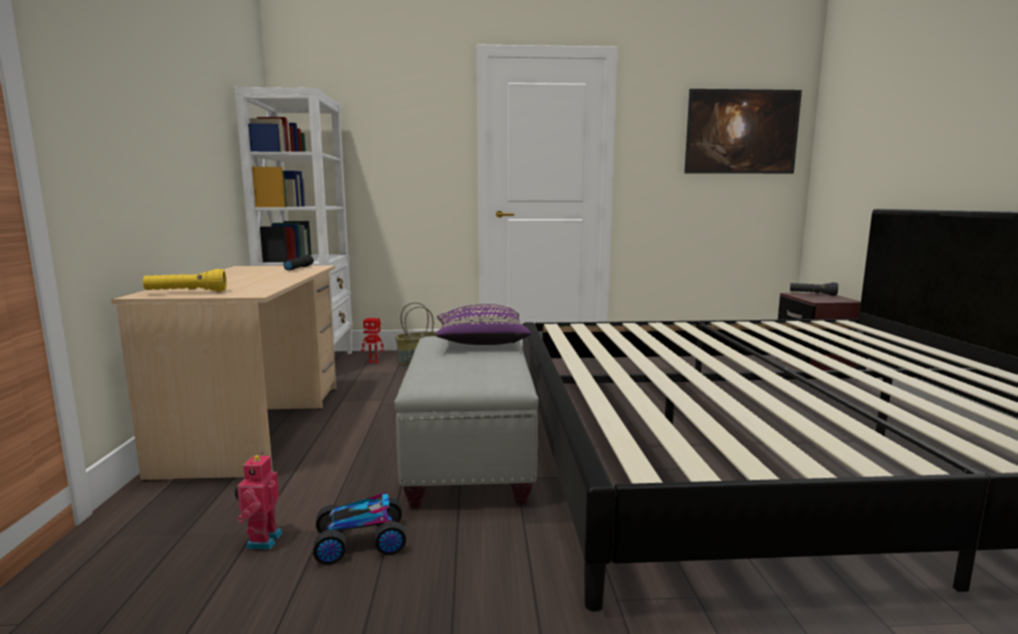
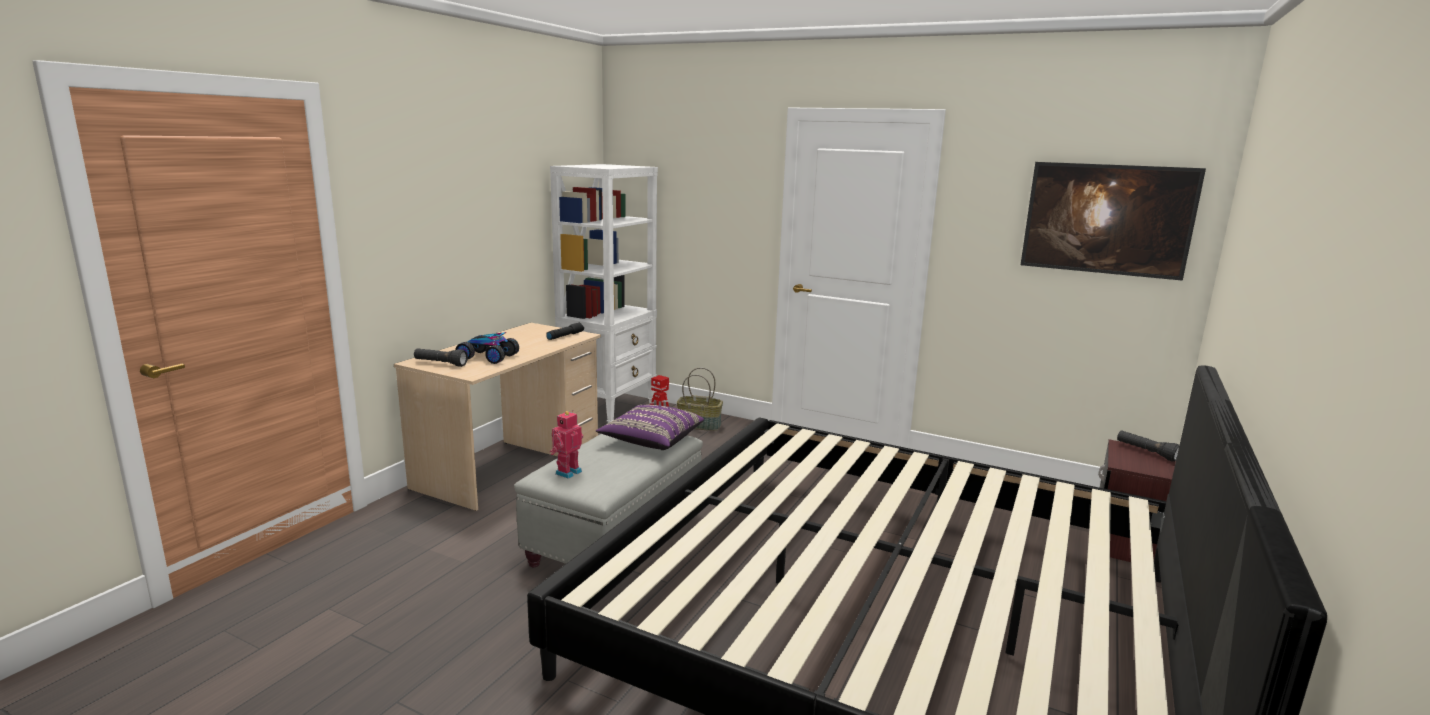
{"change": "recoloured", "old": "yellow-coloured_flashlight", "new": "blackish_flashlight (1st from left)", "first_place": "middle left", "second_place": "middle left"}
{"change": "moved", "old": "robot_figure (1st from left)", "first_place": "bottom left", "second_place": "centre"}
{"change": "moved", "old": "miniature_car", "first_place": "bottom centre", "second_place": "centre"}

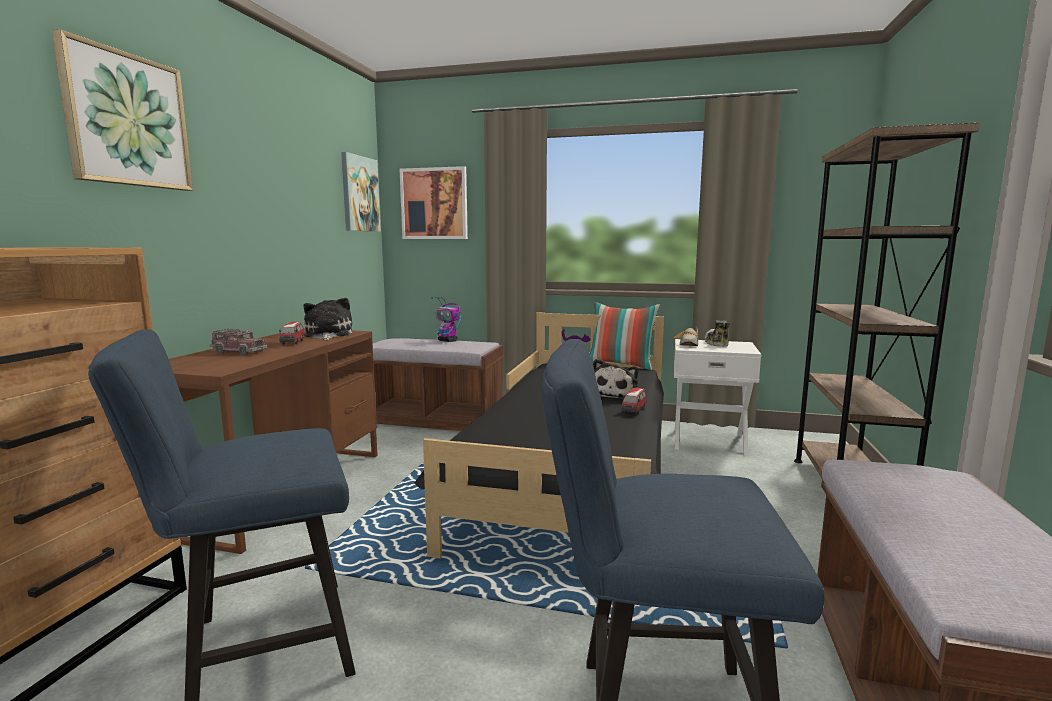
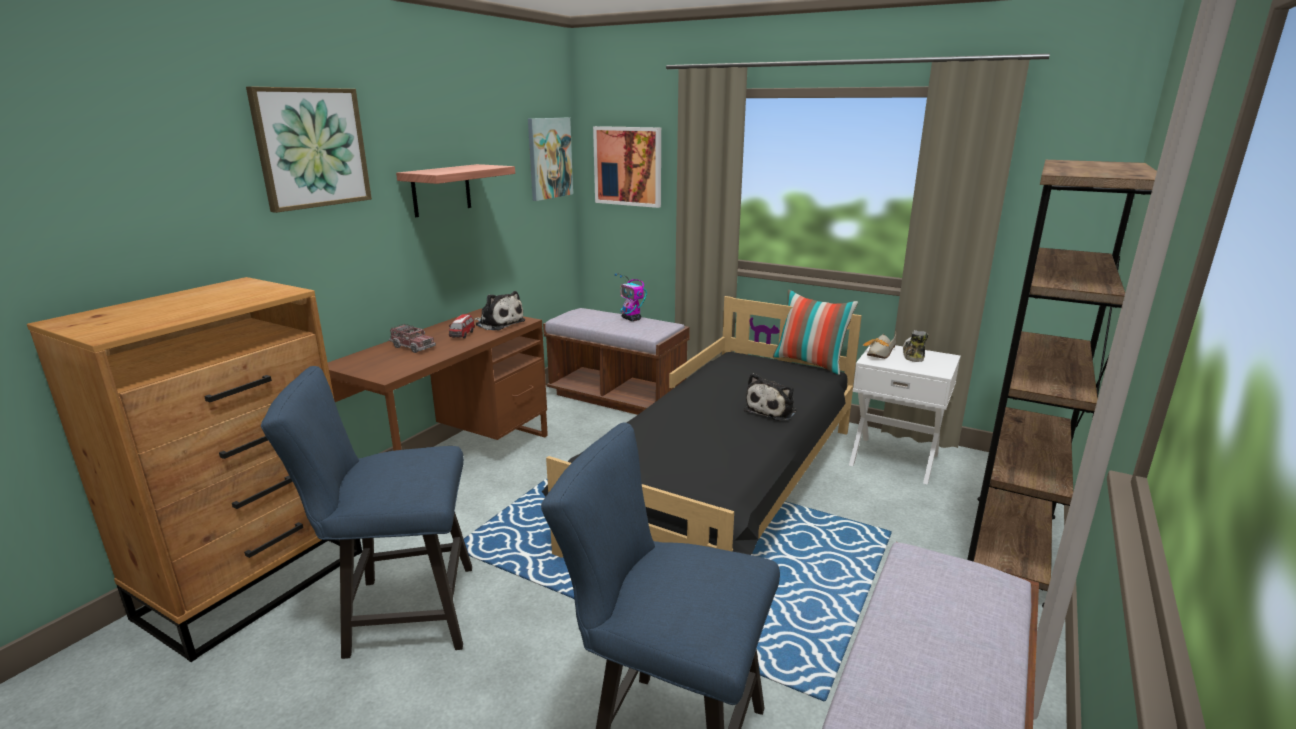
{"change": "turned", "old": "soft_toy (1st from left)", "first_place": "middle left", "second_place": "centre", "degrees": 120}
{"change": "removed", "old": "miniature_car (2nd from left)", "first_place": "centre"}
{"change": "added", "new": "shelf", "second_place": "top centre"}

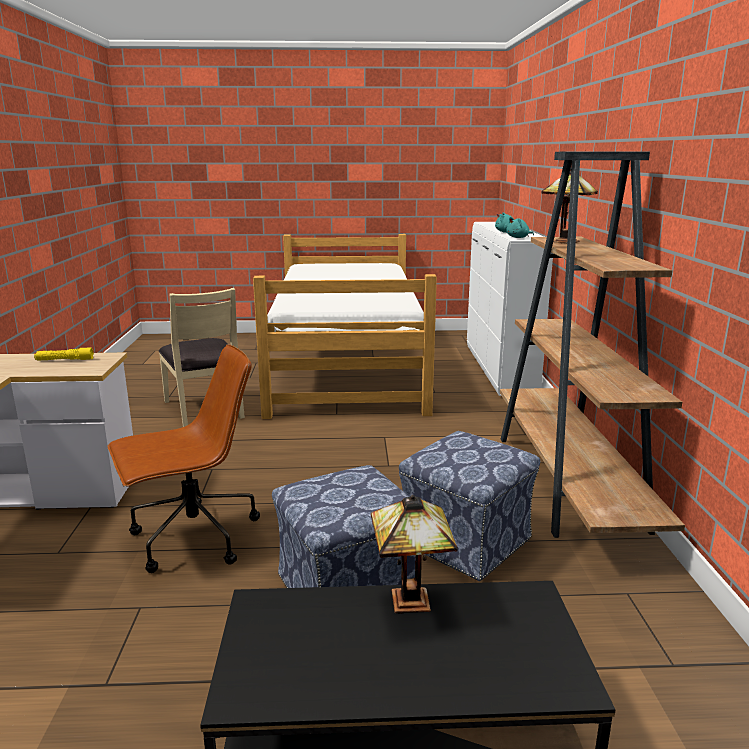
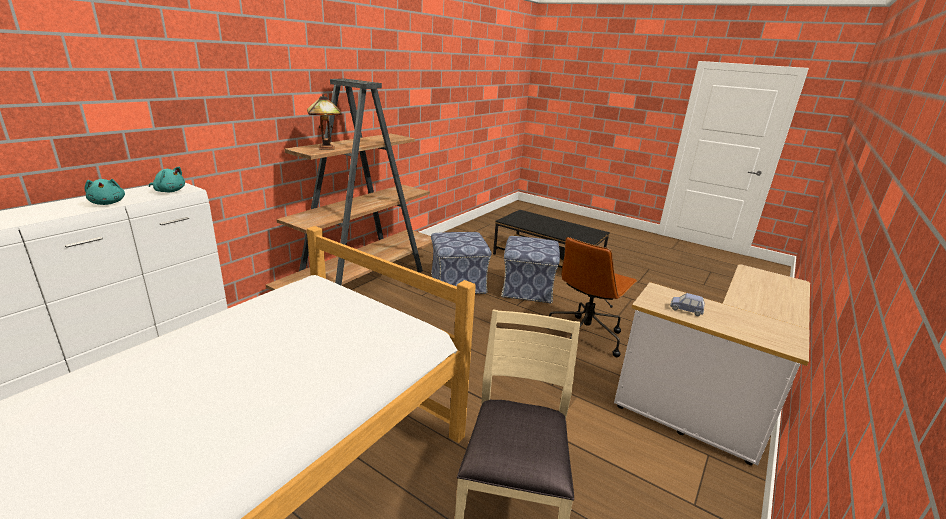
{"change": "turned", "old": "brown-coloured_office_chair", "first_place": "middle left", "second_place": "centre", "degrees": -60}
{"change": "replaced", "old": "yellow-coloured_flashlight", "new": "bluish_miniature_car", "first_place": "middle left", "second_place": "middle right"}
{"change": "removed", "old": "table_lamp (1st from left)", "first_place": "bottom centre"}

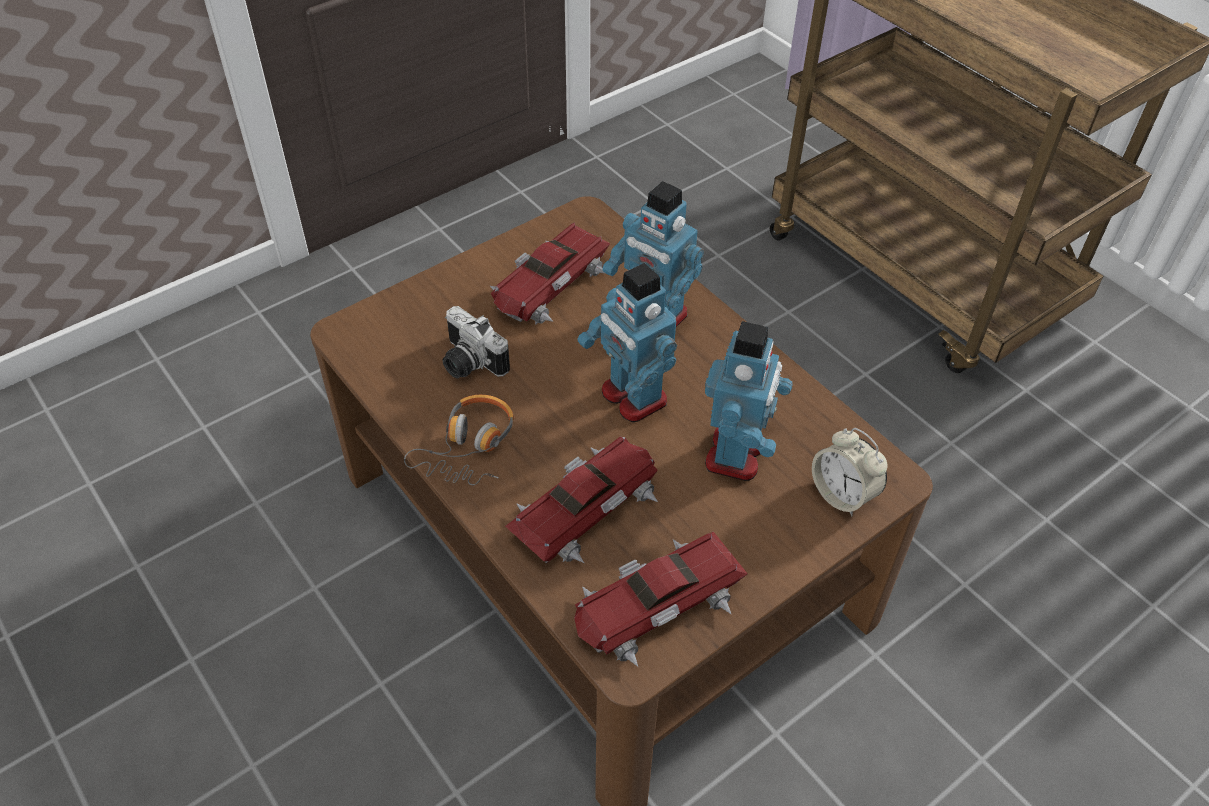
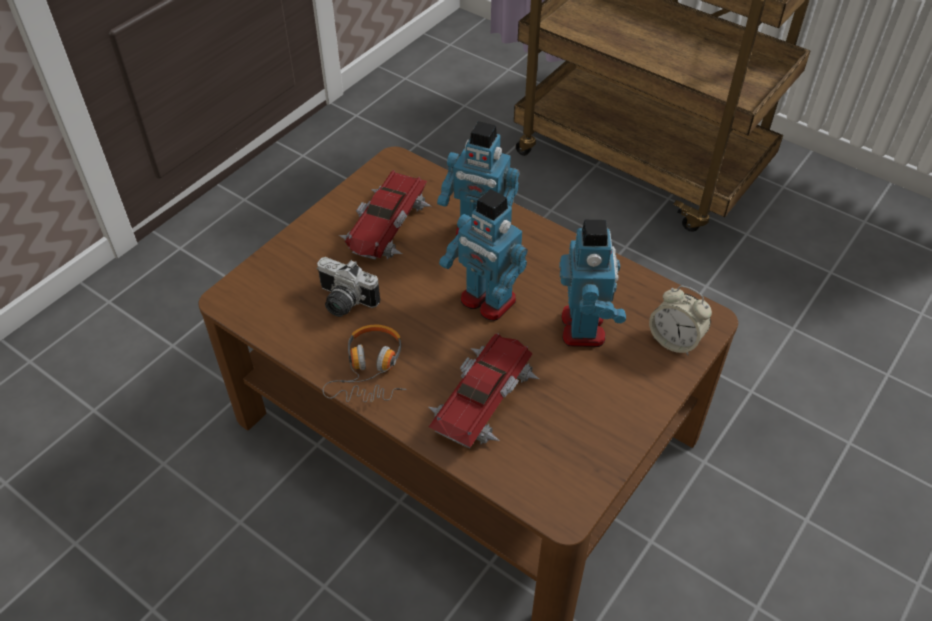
{"change": "removed", "old": "miniature_car (3rd from left)", "first_place": "bottom centre"}

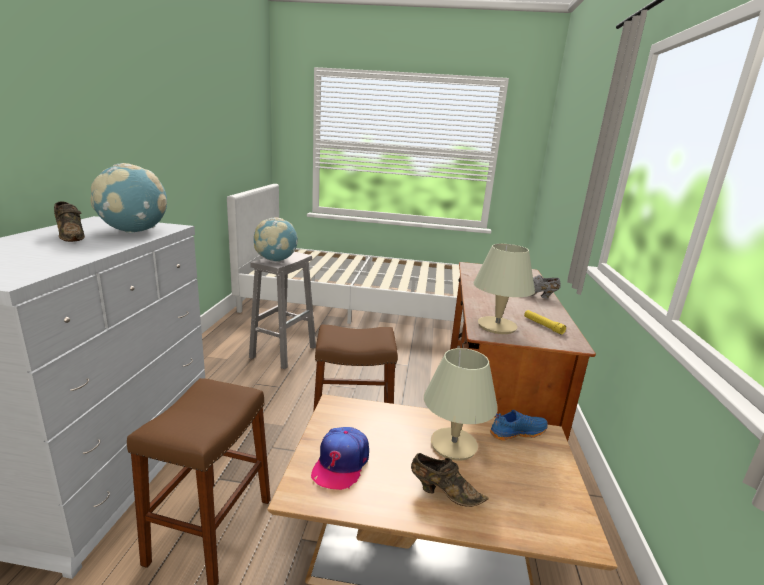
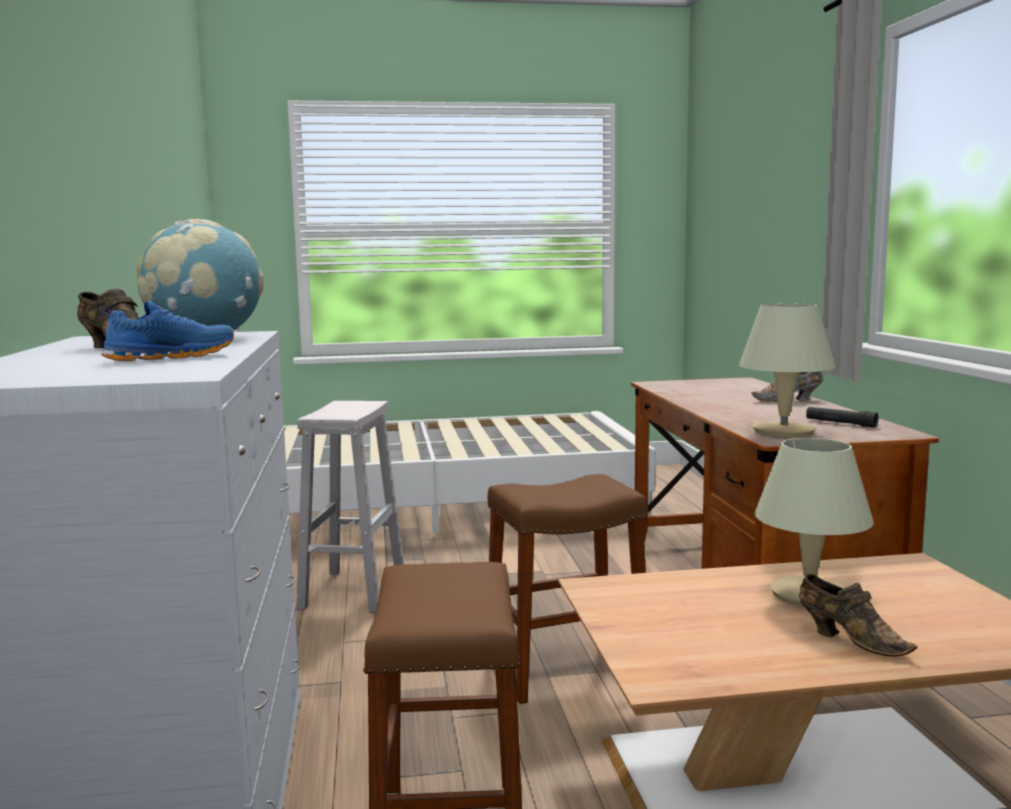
{"change": "removed", "old": "globe (2nd from left)", "first_place": "centre"}
{"change": "recoloured", "old": "yellow-coloured_flashlight", "new": "blackish_flashlight", "first_place": "middle right", "second_place": "middle right"}
{"change": "moved", "old": "bluish_shoe", "first_place": "bottom right", "second_place": "middle left"}
{"change": "removed", "old": "peaked_cap", "first_place": "bottom centre"}
{"change": "turned", "old": "brown-coloured_shoe (2nd from left)", "first_place": "bottom centre", "second_place": "bottom right", "degrees": 45}

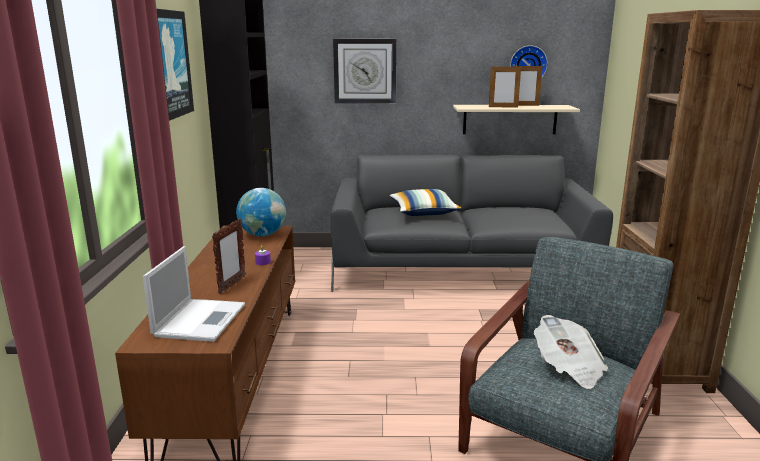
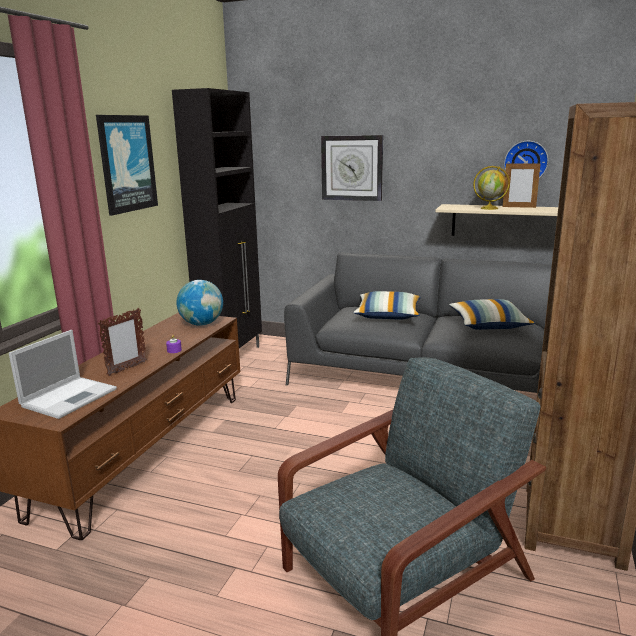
{"change": "replaced", "old": "picture_frame (2nd from left)", "new": "globe (2nd from left)", "first_place": "top centre", "second_place": "top right"}
{"change": "removed", "old": "daily_paper", "first_place": "bottom right"}
{"change": "added", "new": "cushion (2nd from left)", "second_place": "middle right"}

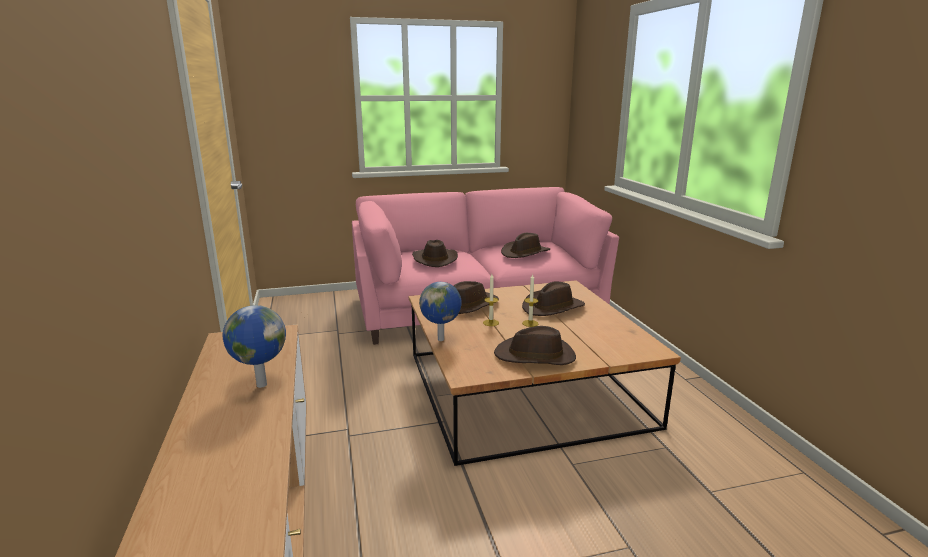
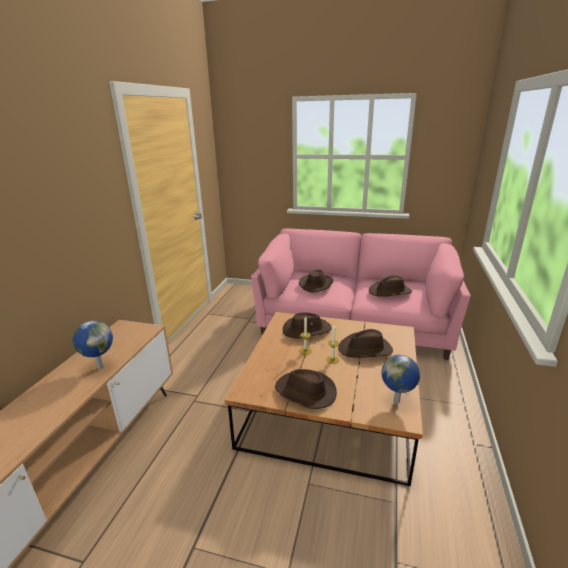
{"change": "moved", "old": "globe (2nd from left)", "first_place": "centre", "second_place": "bottom right"}

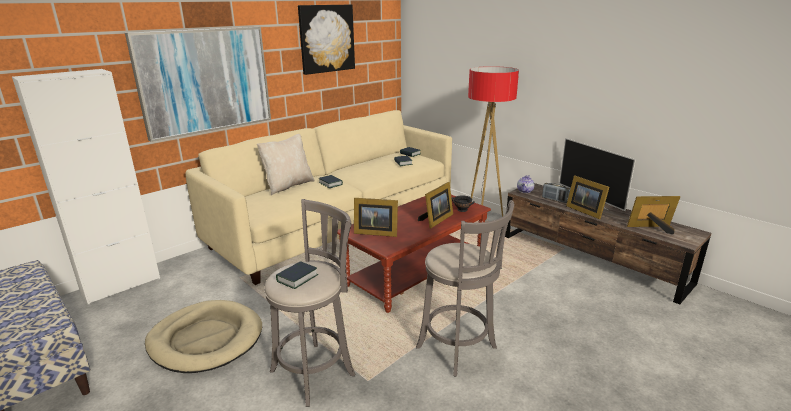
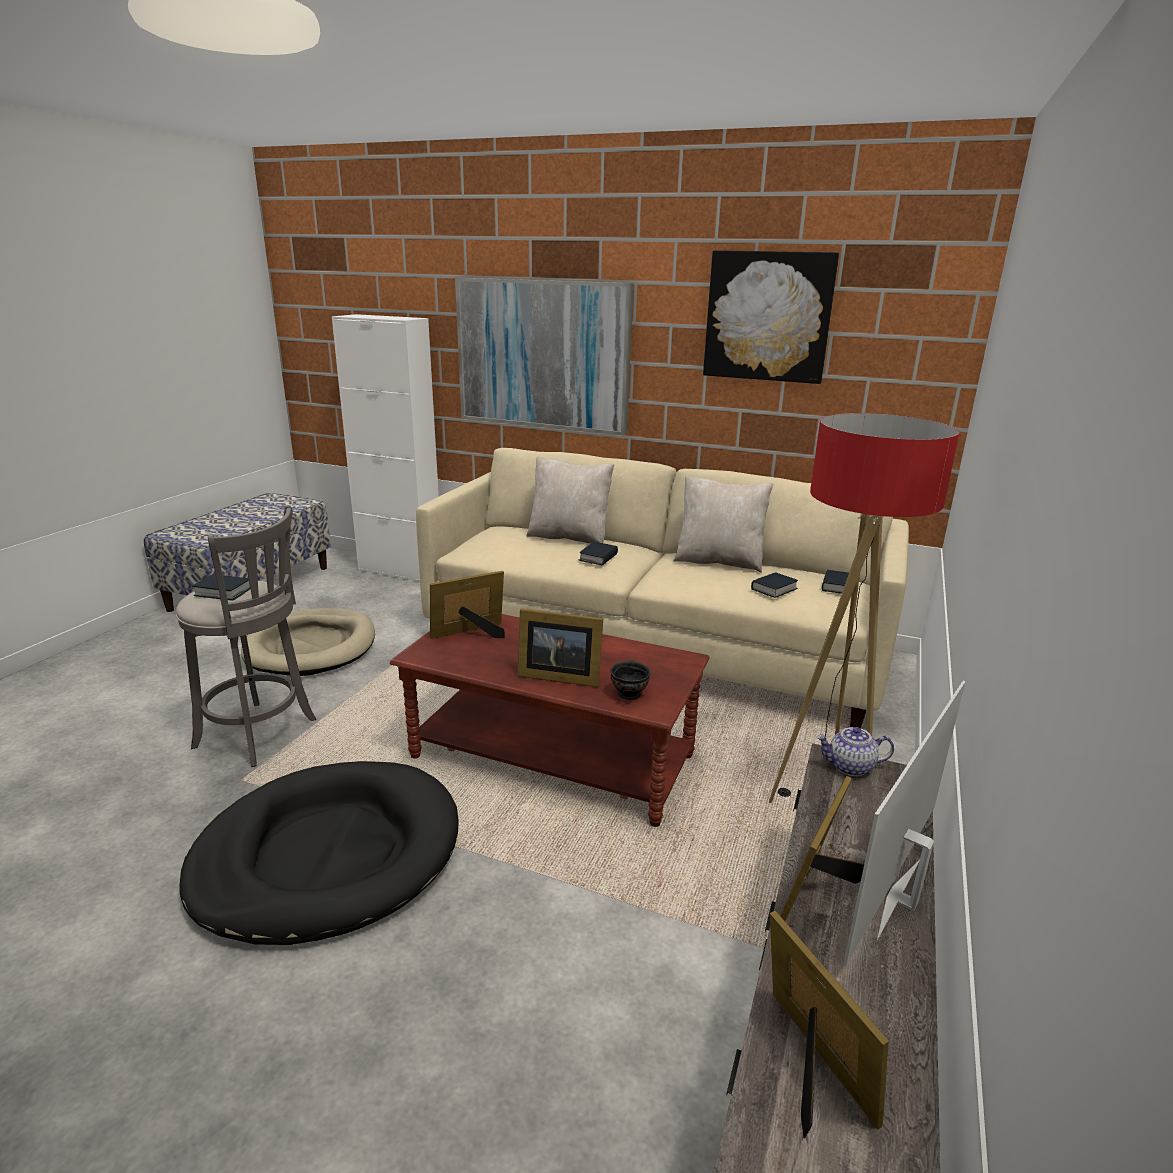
{"change": "removed", "old": "radio_set", "first_place": "middle right"}
{"change": "turned", "old": "picture_frame (1st from left)", "first_place": "centre", "second_place": "centre", "degrees": 75}
{"change": "replaced", "old": "grey_stool_seat (2nd from left)", "new": "blackish_pet_bed", "first_place": "bottom centre", "second_place": "bottom left"}
{"change": "added", "new": "beige-coloured_cushion (2nd from left)", "second_place": "centre"}

